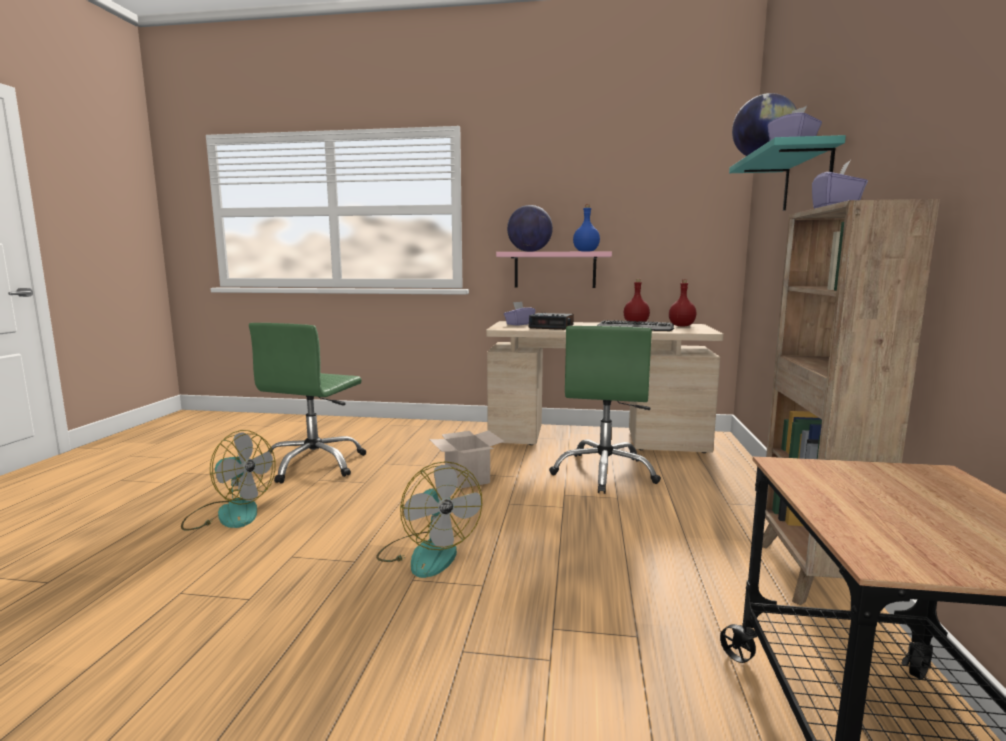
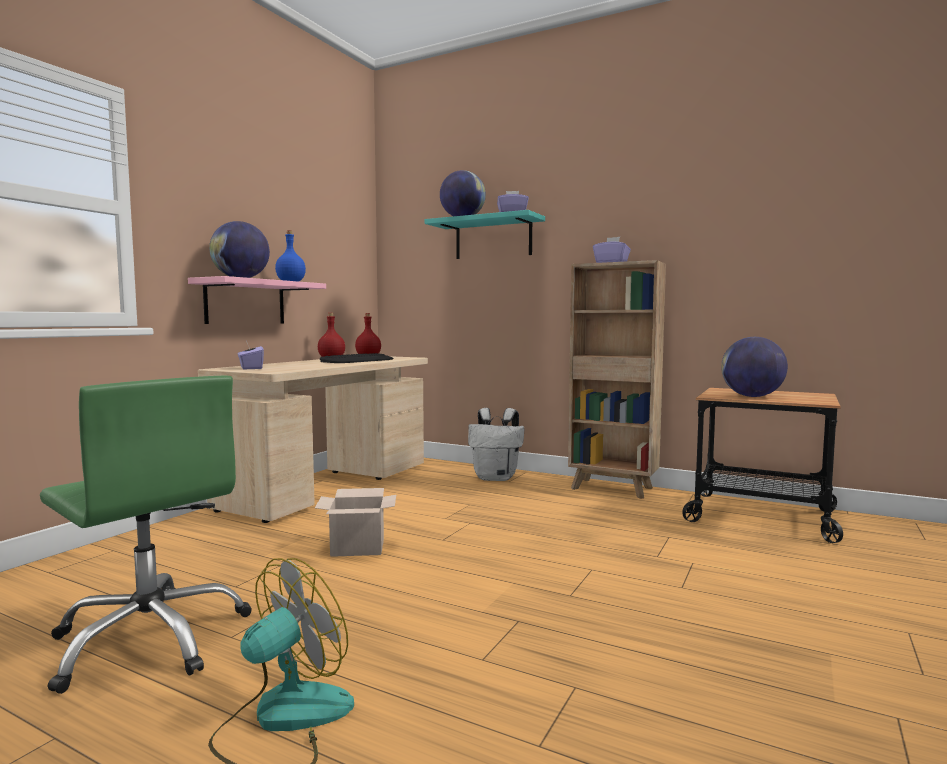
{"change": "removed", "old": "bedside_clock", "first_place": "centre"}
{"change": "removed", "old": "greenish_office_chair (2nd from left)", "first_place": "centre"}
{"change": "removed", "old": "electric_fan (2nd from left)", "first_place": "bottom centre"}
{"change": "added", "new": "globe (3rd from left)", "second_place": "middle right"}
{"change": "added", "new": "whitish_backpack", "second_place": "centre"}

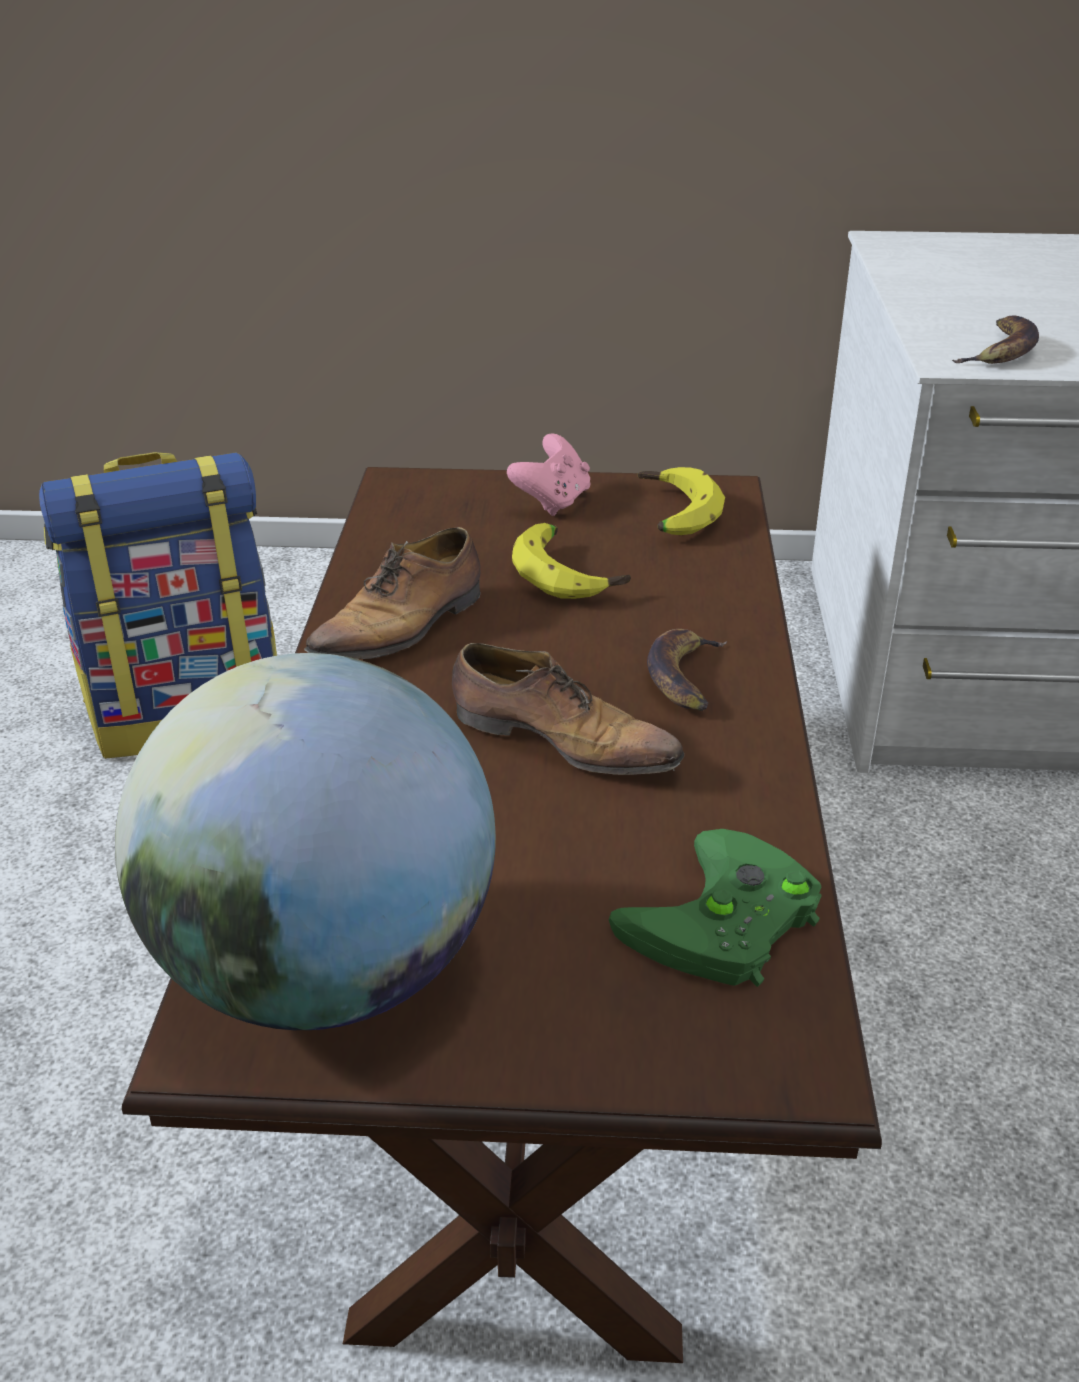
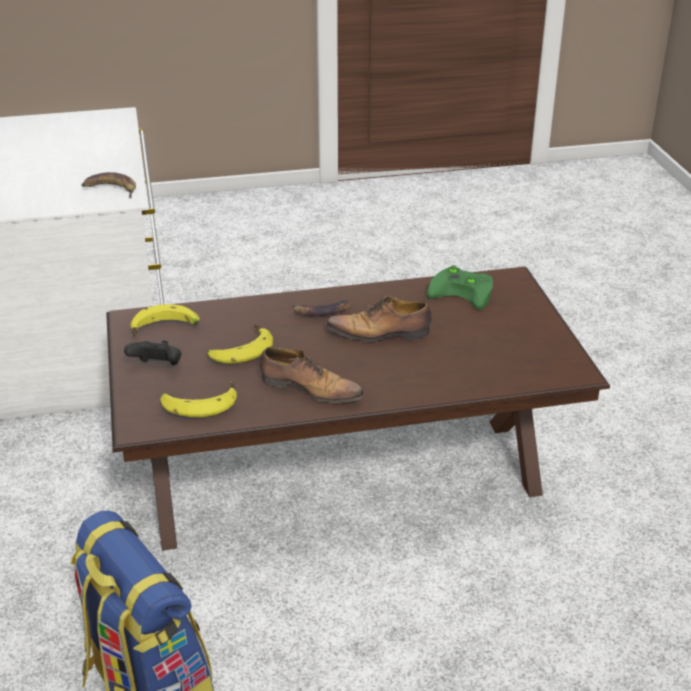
{"change": "recoloured", "old": "pink-coloured_gamepad", "new": "blackish_gamepad", "first_place": "centre", "second_place": "middle left"}
{"change": "turned", "old": "shoe (2nd from left)", "first_place": "centre", "second_place": "centre", "degrees": -105}
{"change": "removed", "old": "globe", "first_place": "middle left"}
{"change": "added", "new": "banana (3rd from left)", "second_place": "middle left"}

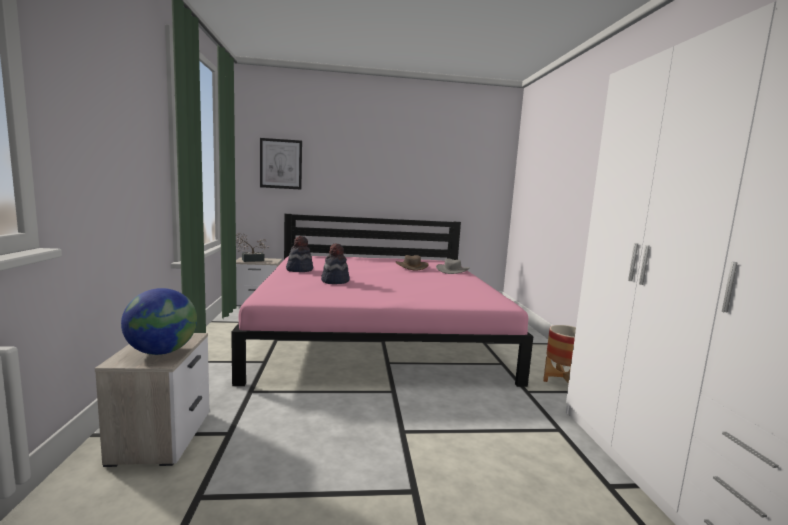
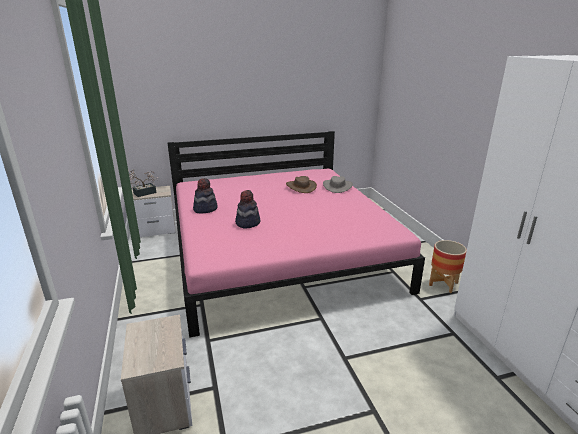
{"change": "removed", "old": "wall_art", "first_place": "top centre"}
{"change": "removed", "old": "globe", "first_place": "middle left"}

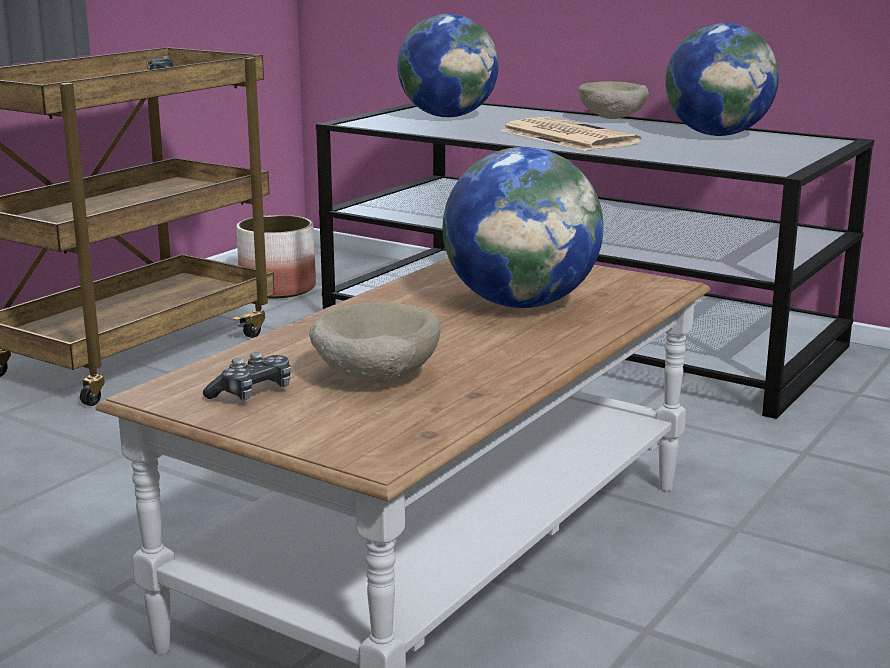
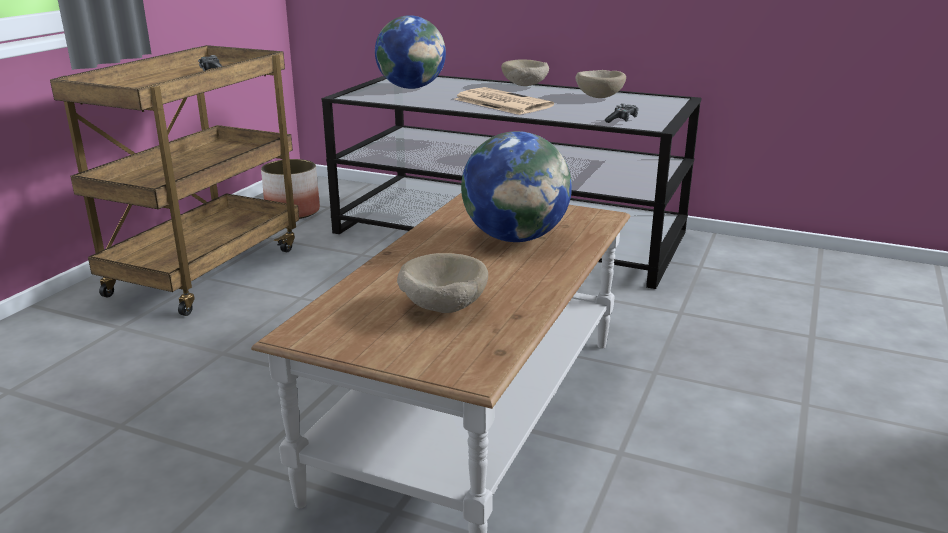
{"change": "replaced", "old": "globe (3rd from left)", "new": "beige-coloured_serving_bowl (3rd from left)", "first_place": "top right", "second_place": "top centre"}
{"change": "moved", "old": "gamepad (2nd from left)", "first_place": "middle left", "second_place": "top centre"}

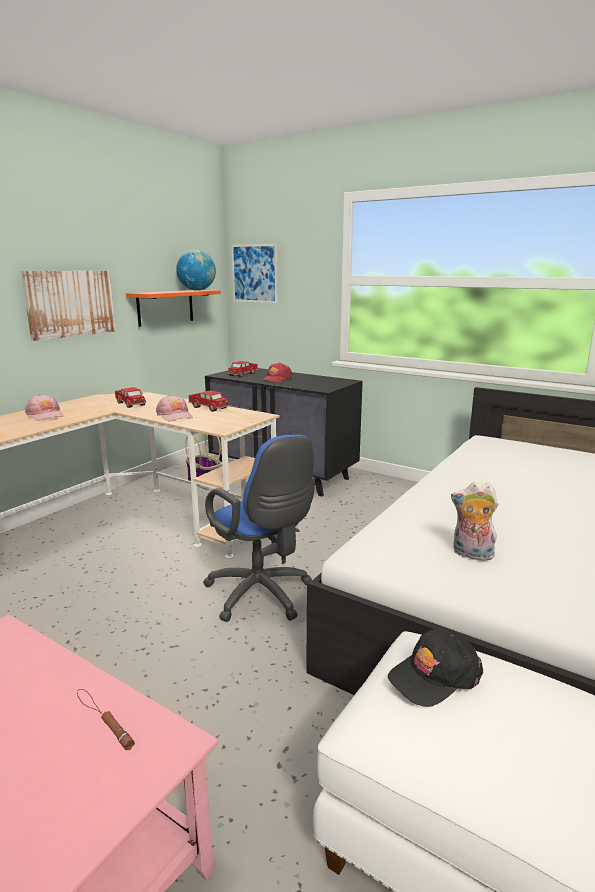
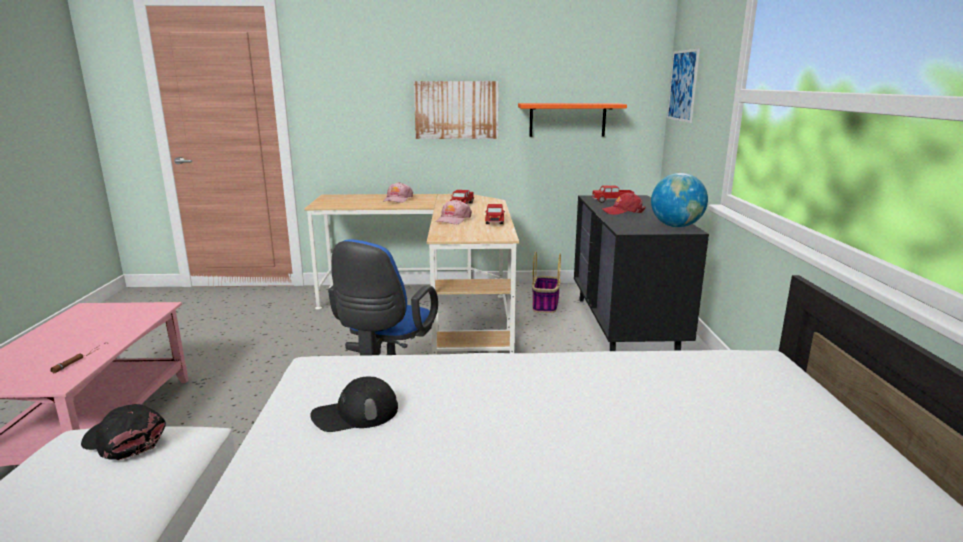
{"change": "moved", "old": "globe", "first_place": "top left", "second_place": "middle right"}
{"change": "replaced", "old": "soft_toy", "new": "blackish_peaked_cap (2nd from left)", "first_place": "middle right", "second_place": "bottom centre"}

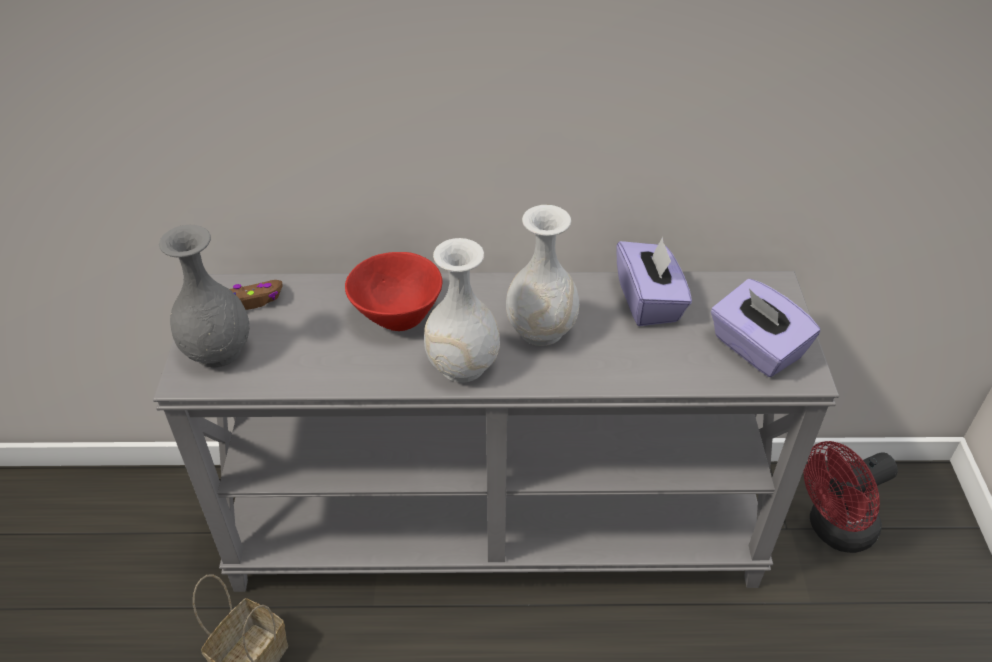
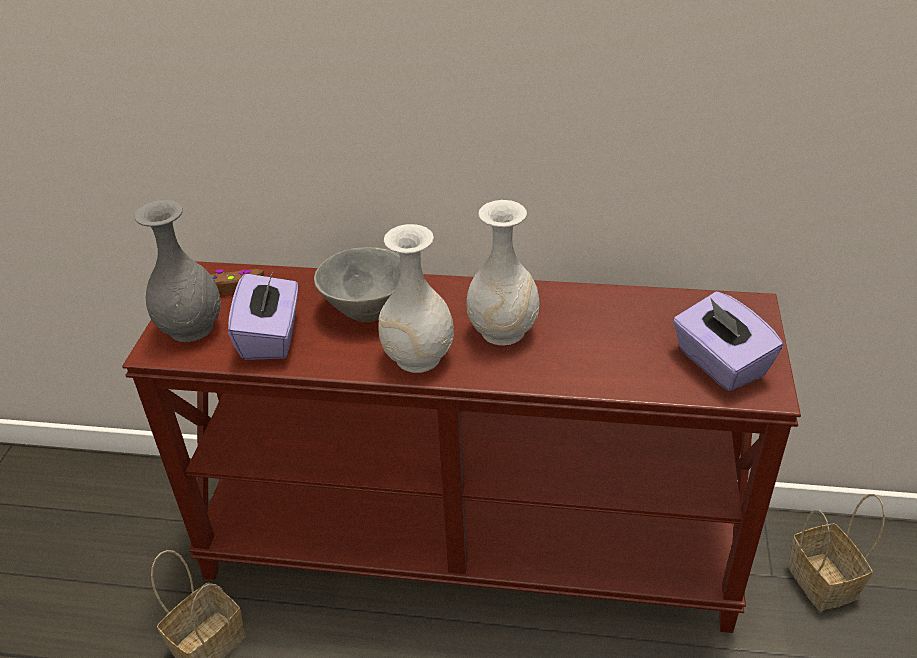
{"change": "moved", "old": "purple-coloured_box_of_tissues (1st from left)", "first_place": "centre", "second_place": "middle left"}
{"change": "recoloured", "old": "red-coloured_serving_bowl", "new": "grey_serving_bowl", "first_place": "centre", "second_place": "centre"}
{"change": "recoloured", "old": "grey_console_table", "new": "brown-coloured_console_table", "first_place": "centre", "second_place": "bottom centre"}
{"change": "replaced", "old": "red-coloured_electric_fan", "new": "household_basket (2nd from left)", "first_place": "bottom right", "second_place": "bottom right"}

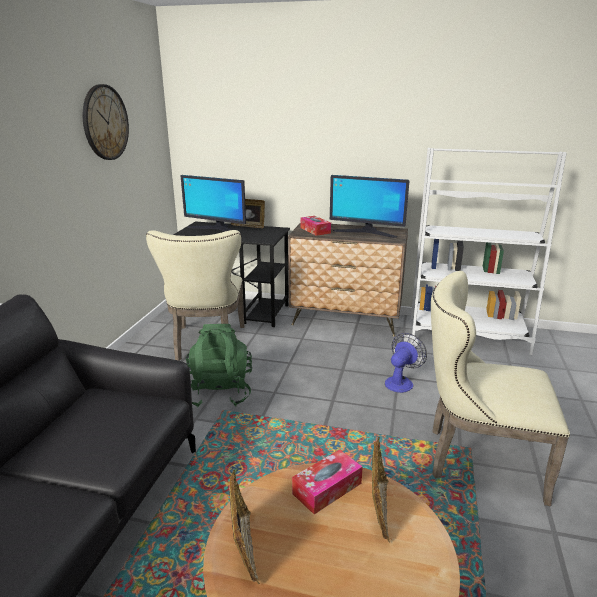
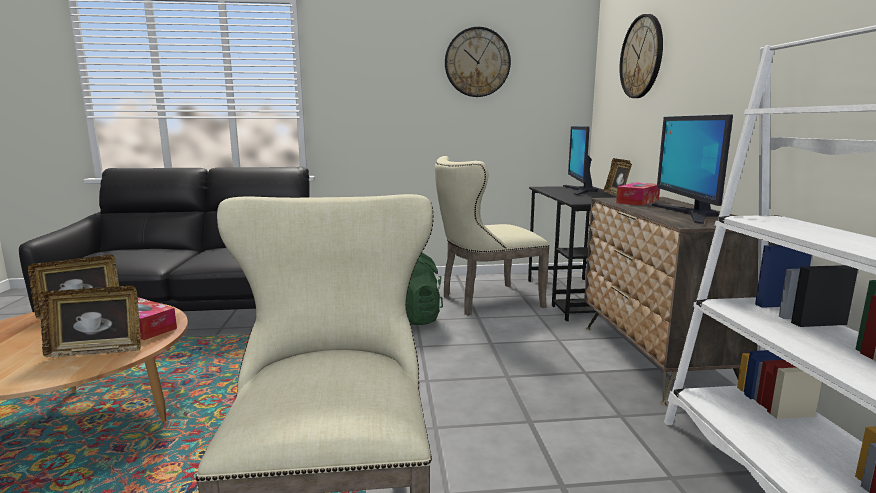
{"change": "removed", "old": "electric_fan", "first_place": "middle right"}
{"change": "added", "new": "hanging_clock (2nd from left)", "second_place": "top right"}

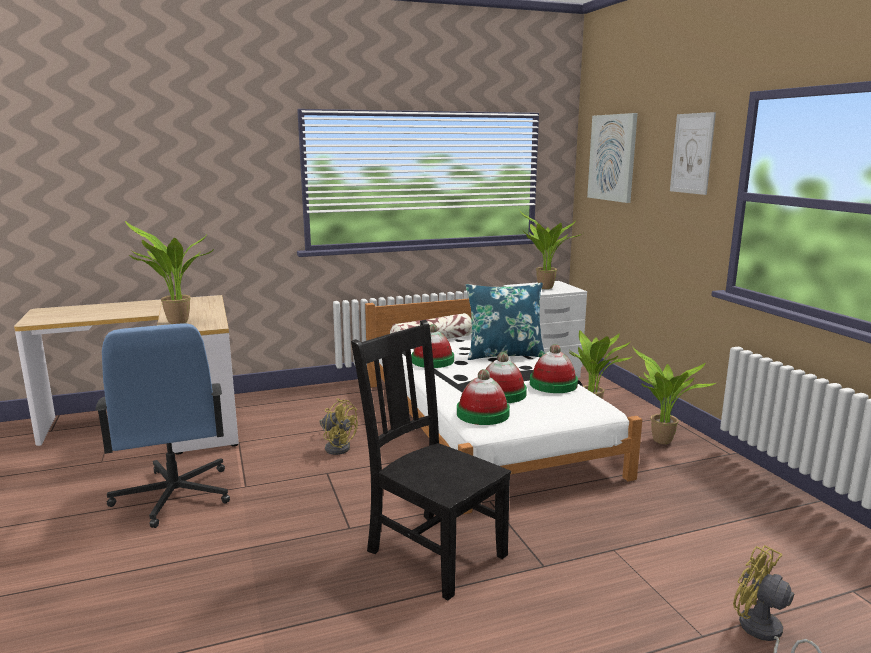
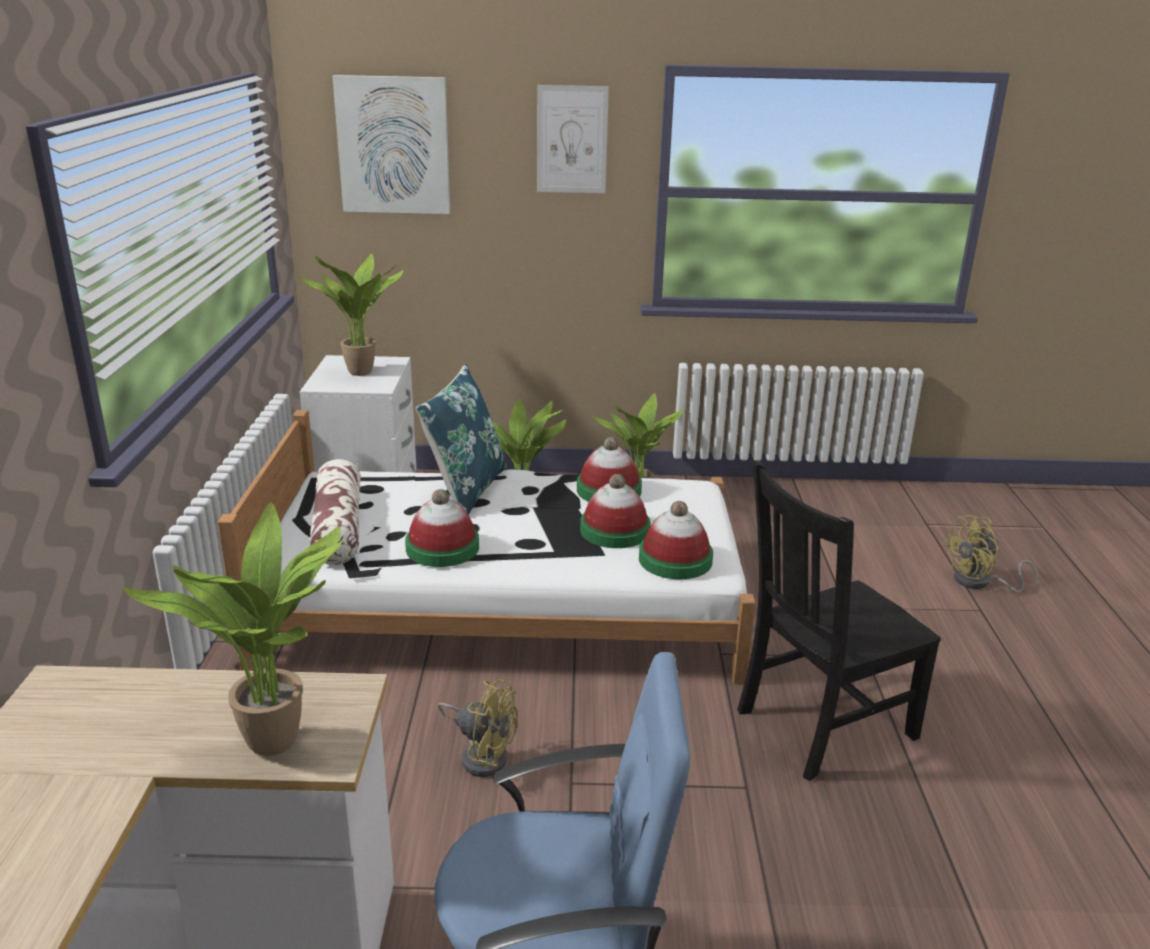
{"change": "turned", "old": "yellow-coloured_electric_fan (1st from left)", "first_place": "centre", "second_place": "bottom centre", "degrees": 60}

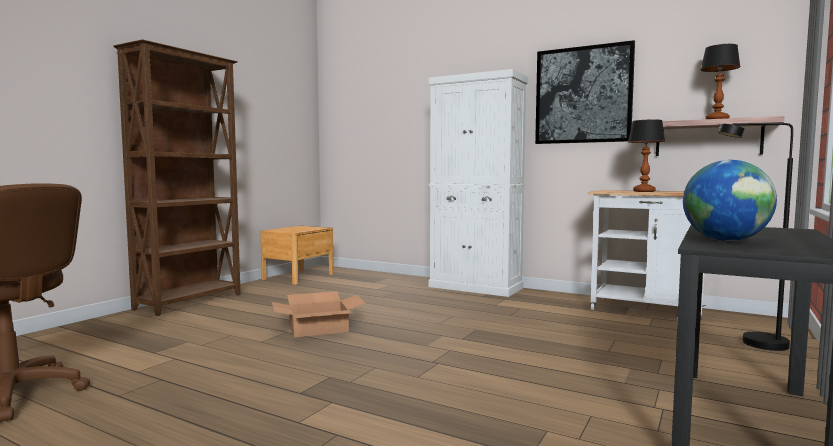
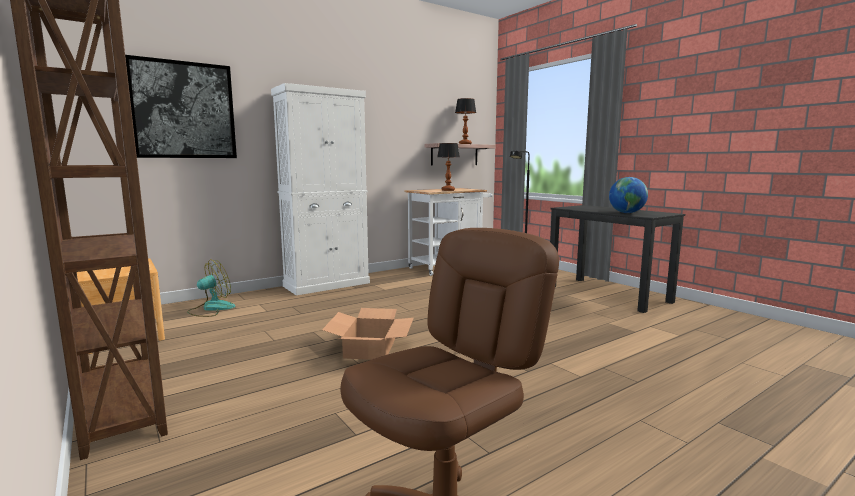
{"change": "moved", "old": "wall_art", "first_place": "top right", "second_place": "top left"}
{"change": "added", "new": "electric_fan", "second_place": "middle left"}

